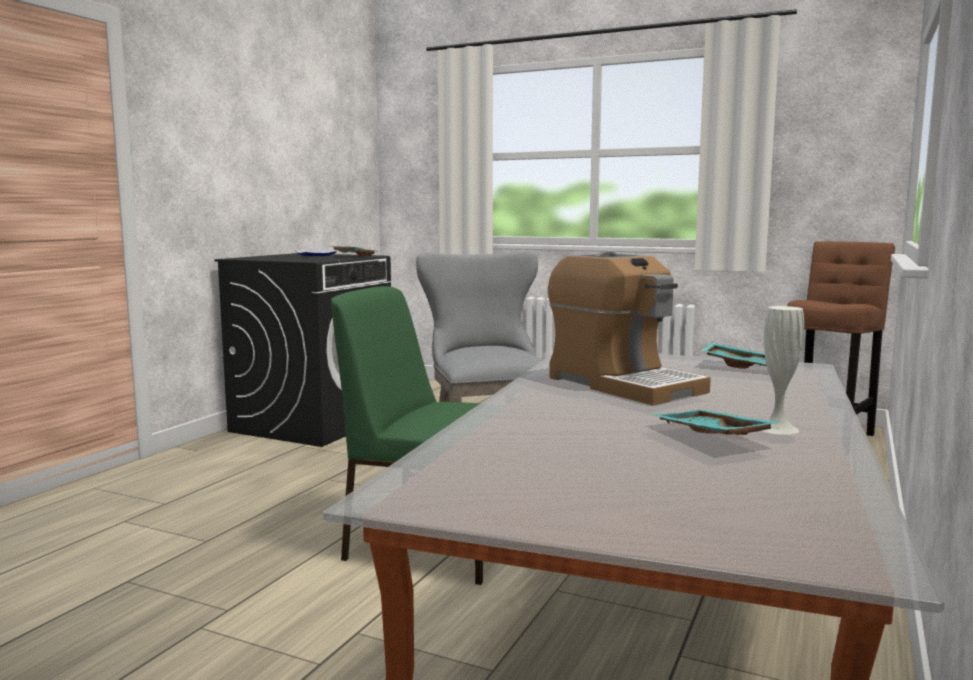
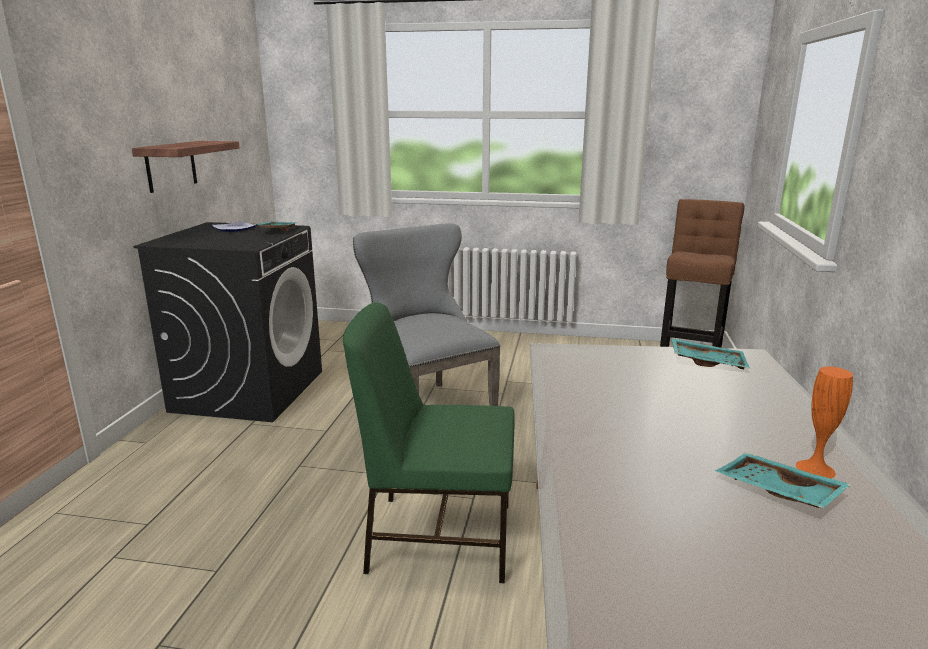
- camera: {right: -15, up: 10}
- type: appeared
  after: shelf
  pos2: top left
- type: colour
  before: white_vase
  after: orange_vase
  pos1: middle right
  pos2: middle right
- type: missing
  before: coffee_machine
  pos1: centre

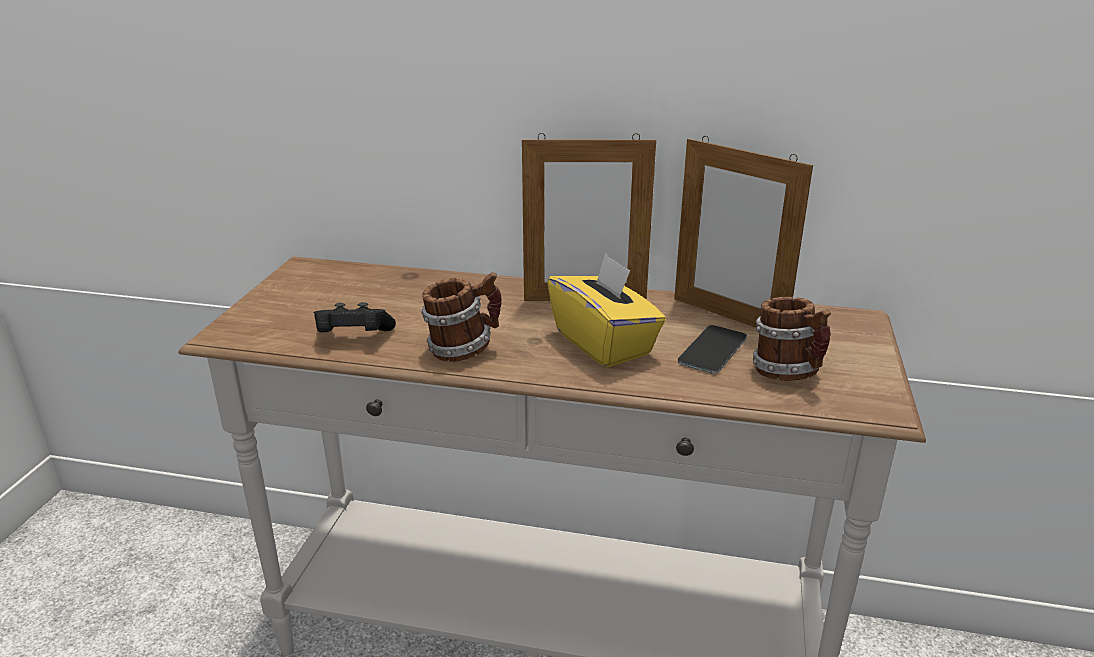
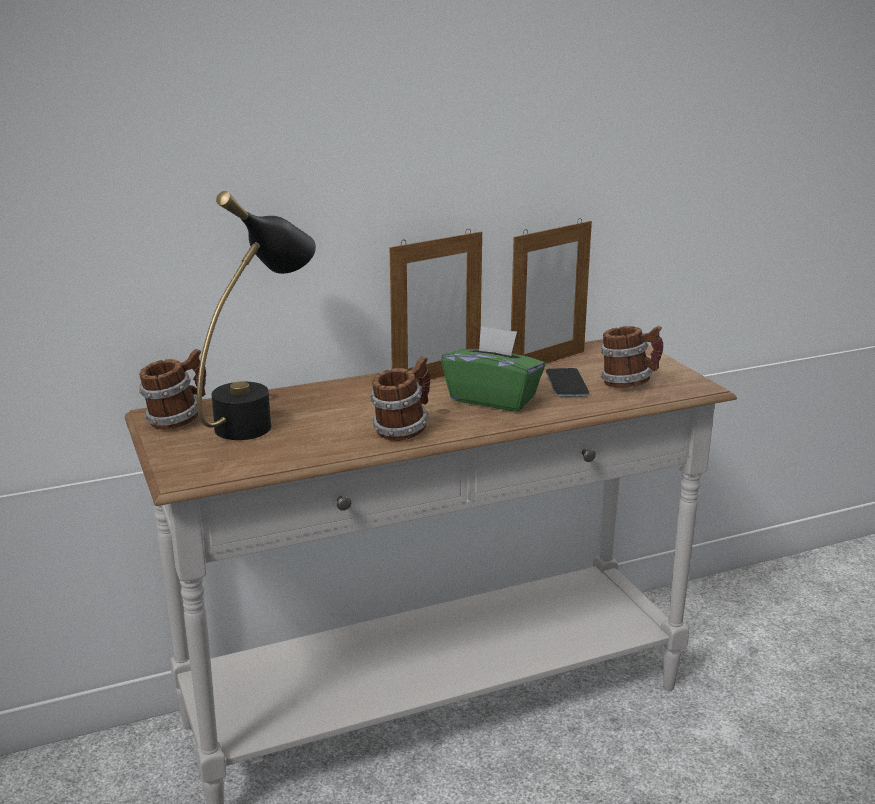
- camera: {right: -35, up: -5}
- type: appeared
  after: mug (no. 1 from left)
  pos2: middle left
- type: appeared
  after: black_table_lamp
  pos2: middle left
- type: colour
  before: yellow_tissue_box
  after: green_tissue_box
  pos1: centre
  pos2: centre
- type: spun
  before: picture_frame (no. 2 from left)
  pos1: middle right
  pos2: centre
  turn: -45
- type: missing
  before: black_game_controller
  pos1: middle left

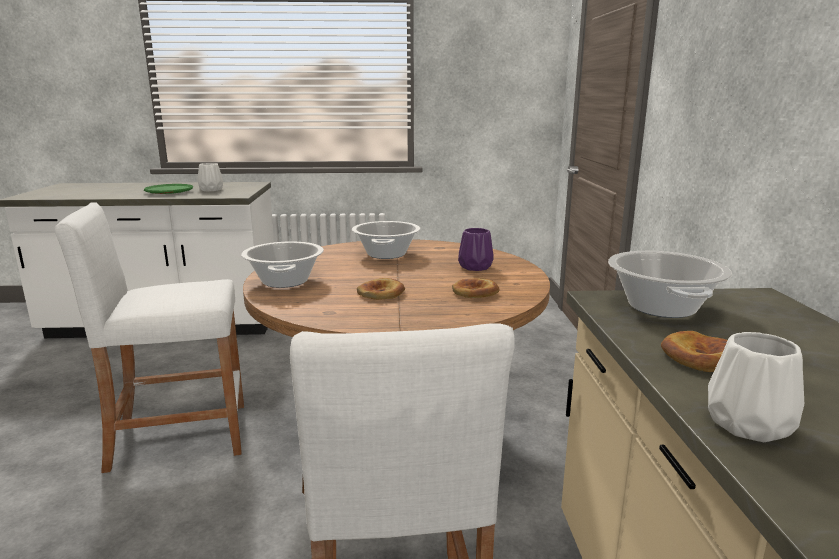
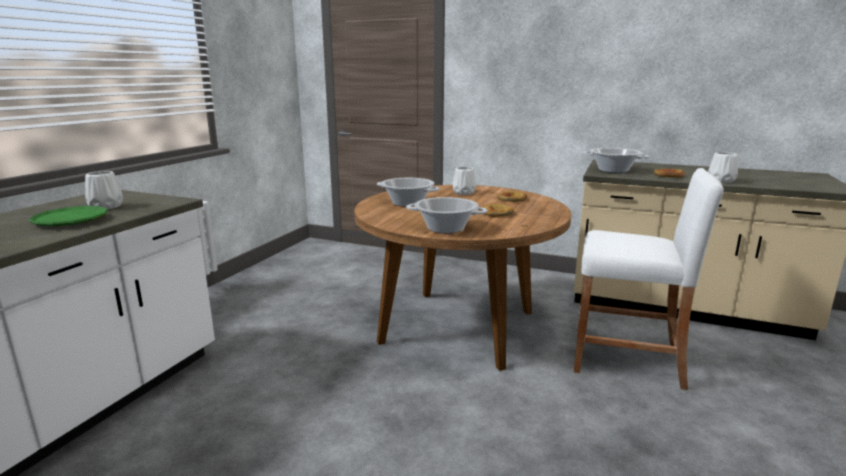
- camera: {right: -65, up: 0}
- type: colour
  before: purple_vase
  after: white_vase (no. 2 from left)
  pos1: centre
  pos2: centre
- type: missing
  before: white_stool (no. 1 from left)
  pos1: middle left

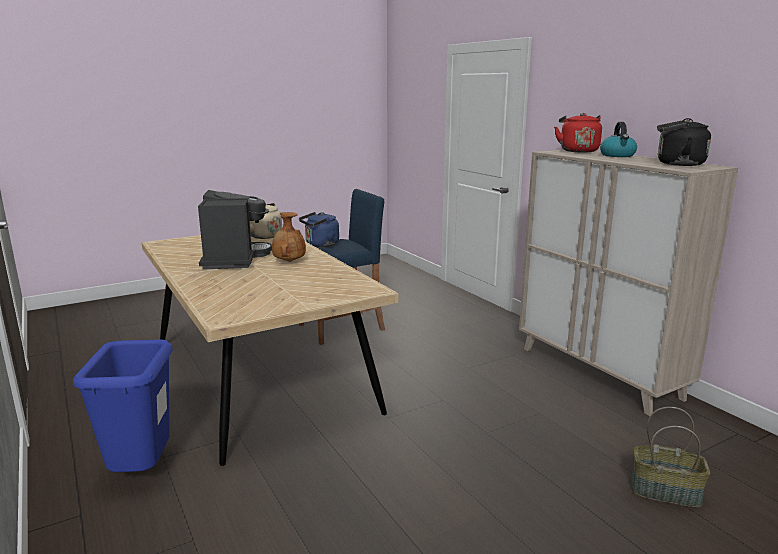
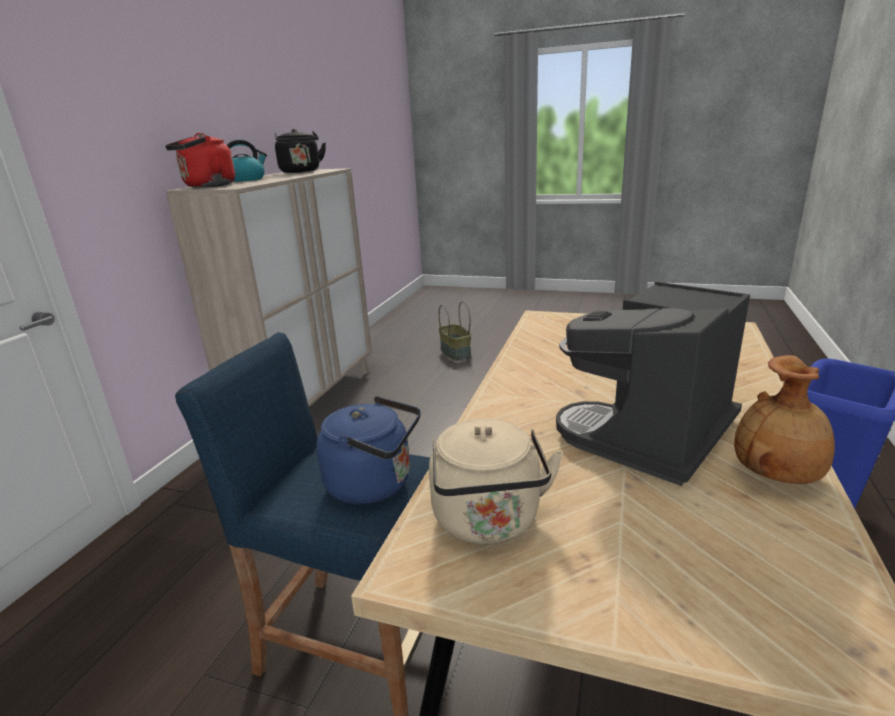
- camera: {right: -130, up: 5}
- type: relocated
  before: brown_vase
  pos1: centre
  pos2: middle right

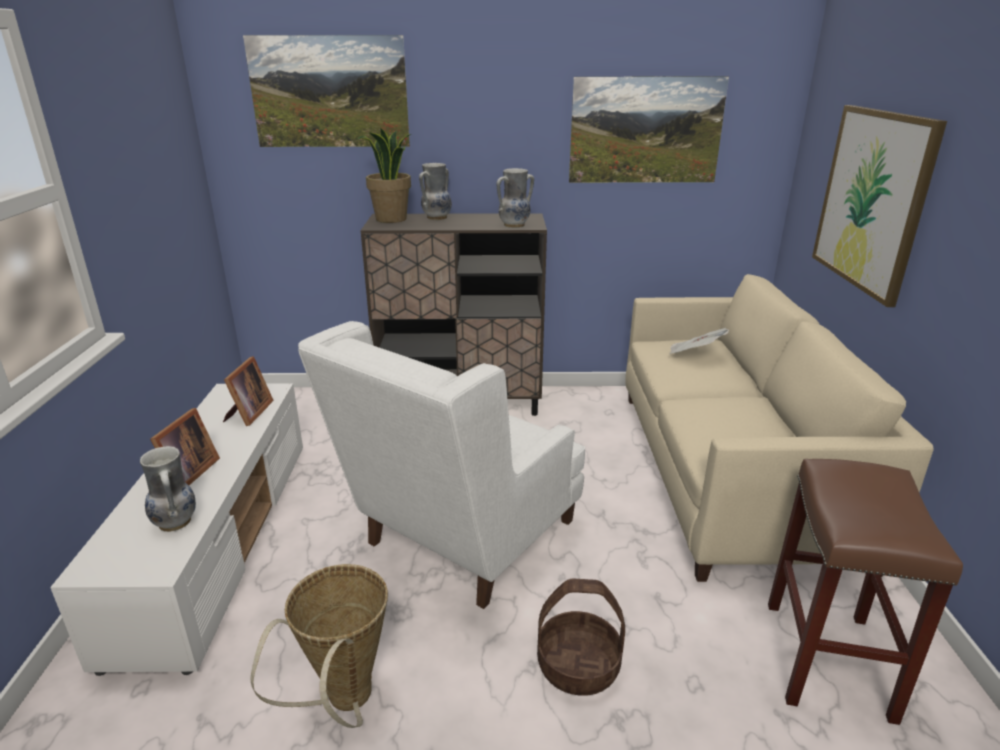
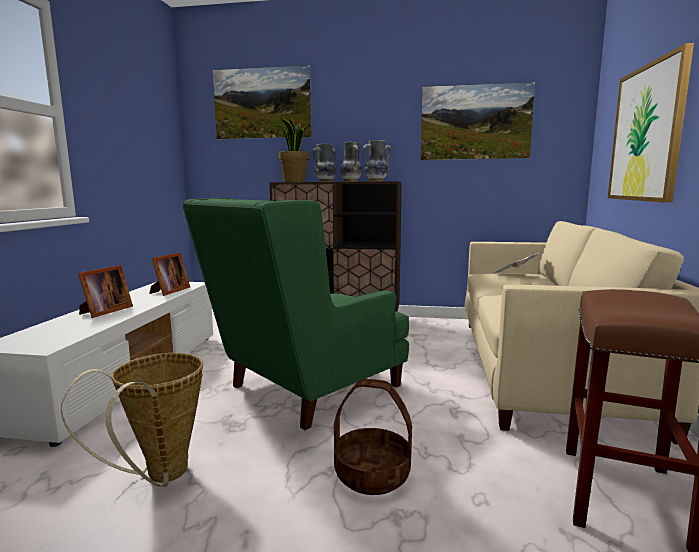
- camera: {right: 10, up: -15}
- type: colour
  before: white_armchair
  after: green_armchair
  pos1: centre
  pos2: centre
- type: relocated
  before: vase (no. 1 from left in the first image)
  after: vase (no. 2 from left)
  pos1: middle left
  pos2: top centre

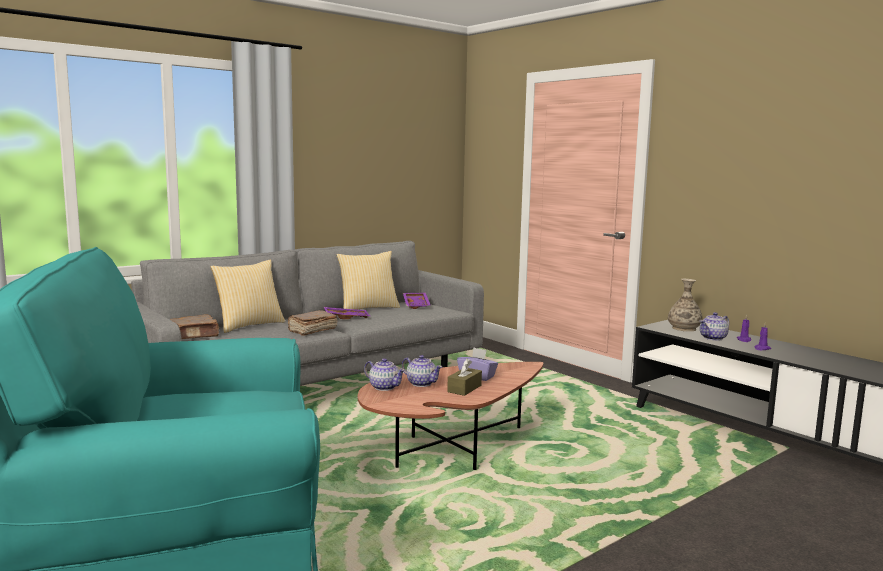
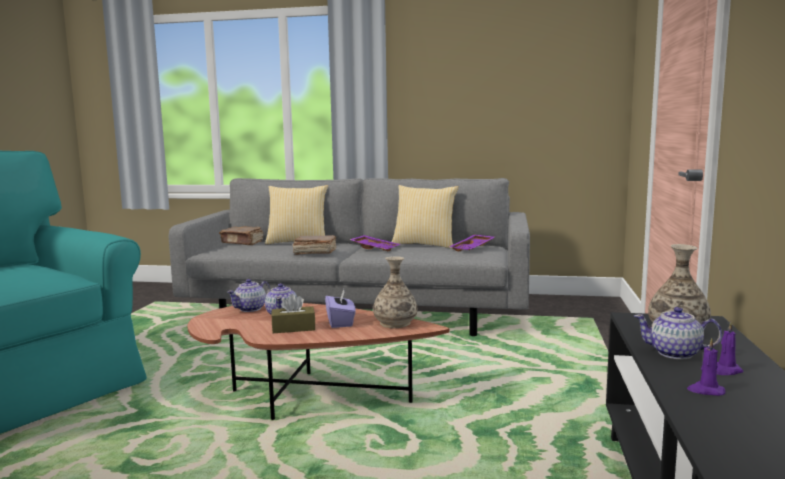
- camera: {right: 50, up: 0}
- type: spun
  before: teapot (no. 1 from left)
  pos1: centre
  pos2: middle left
  turn: 45
- type: appeared
  after: vase (no. 1 from left)
  pos2: centre

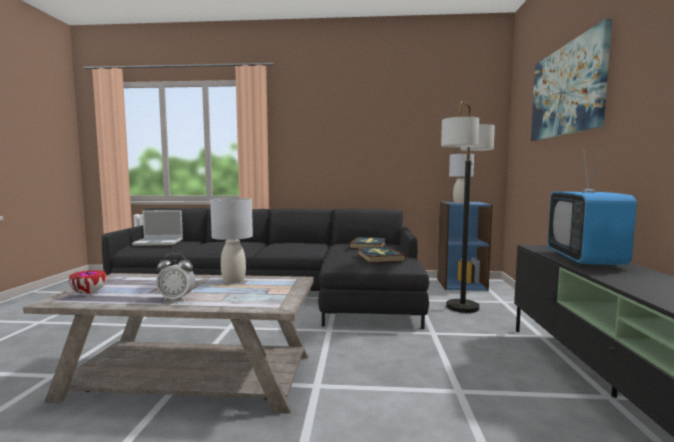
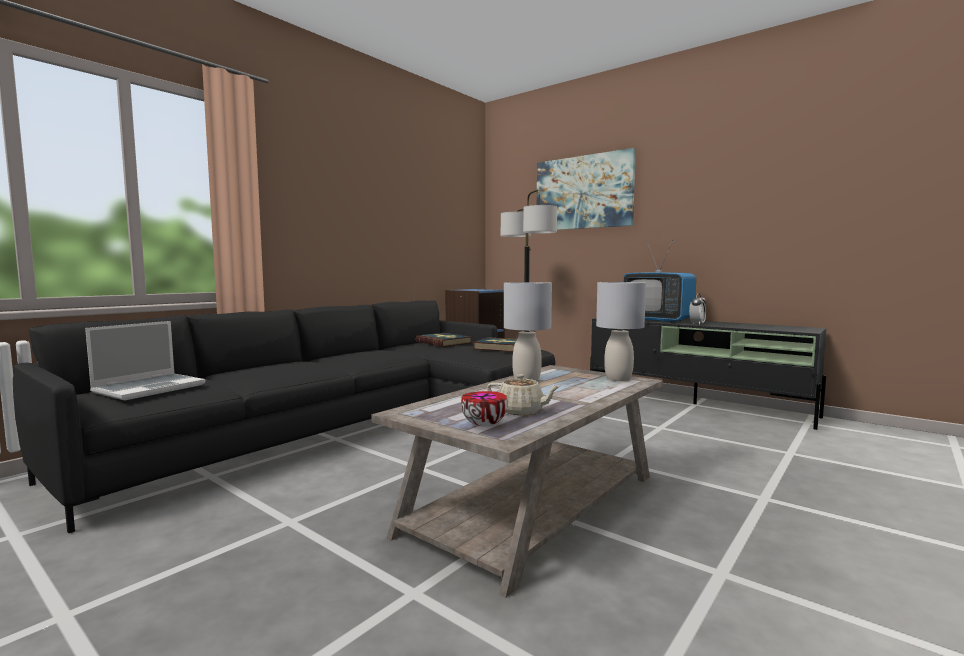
- camera: {right: -55, up: 0}
- type: appeared
  after: beige_teapot
  pos2: centre
- type: relocated
  before: grey_table_lamp (no. 2 from left)
  pos1: middle right
  pos2: centre
- type: relocated
  before: alarm_clock
  pos1: middle left
  pos2: middle right

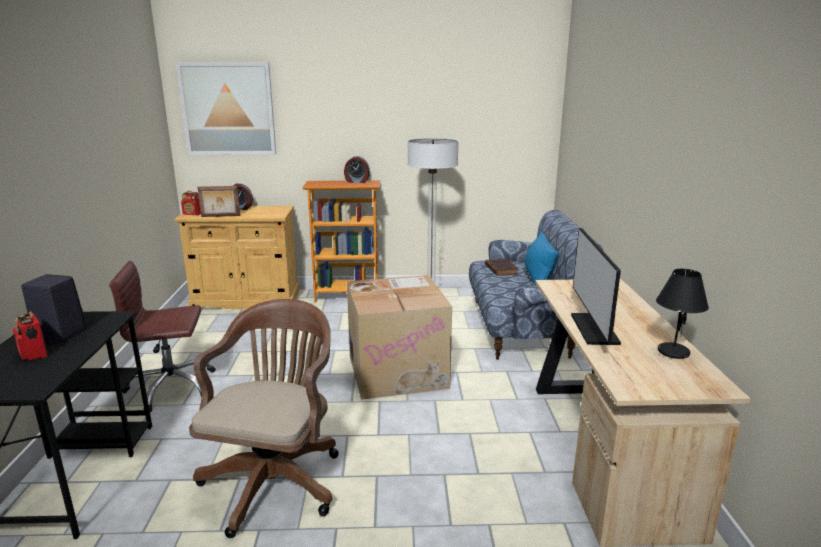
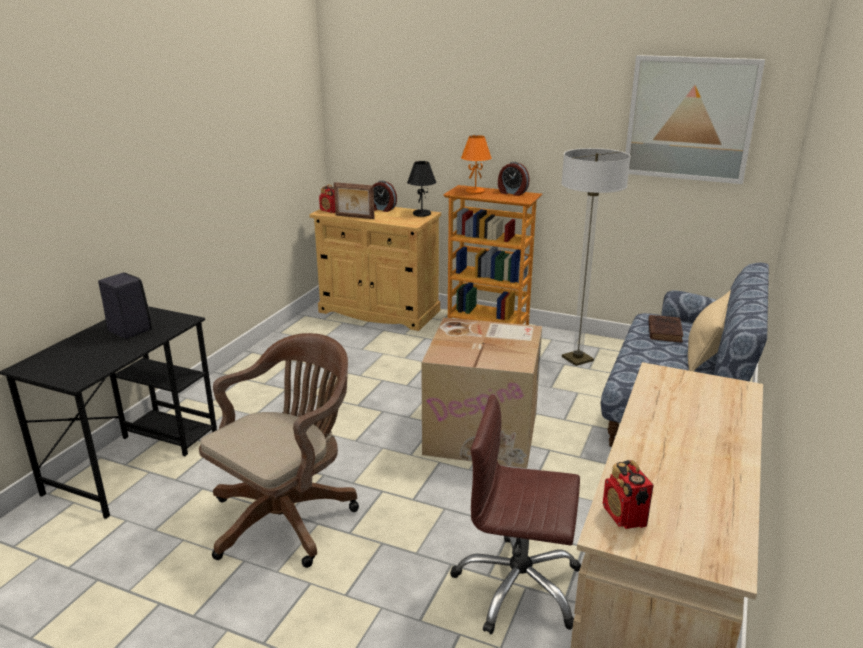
- camera: {right: 25, up: 5}
- type: relocated
  before: black_table_lamp
  pos1: middle right
  pos2: top centre
- type: relocated
  before: brown_office_chair (no. 1 from left in the first image)
  after: brown_office_chair (no. 2 from left)
  pos1: middle left
  pos2: bottom centre
- type: appeared
  after: orange_table_lamp
  pos2: top centre
- type: relocated
  before: radio (no. 1 from left in the first image)
  after: radio (no. 2 from left)
  pos1: middle left
  pos2: bottom right
- type: relocated
  before: picture
  pos1: top left
  pos2: top right
- type: colour
  before: blue_pillow
  after: beige_pillow
  pos1: centre
  pos2: middle right
- type: missing
  before: monitor
  pos1: middle right

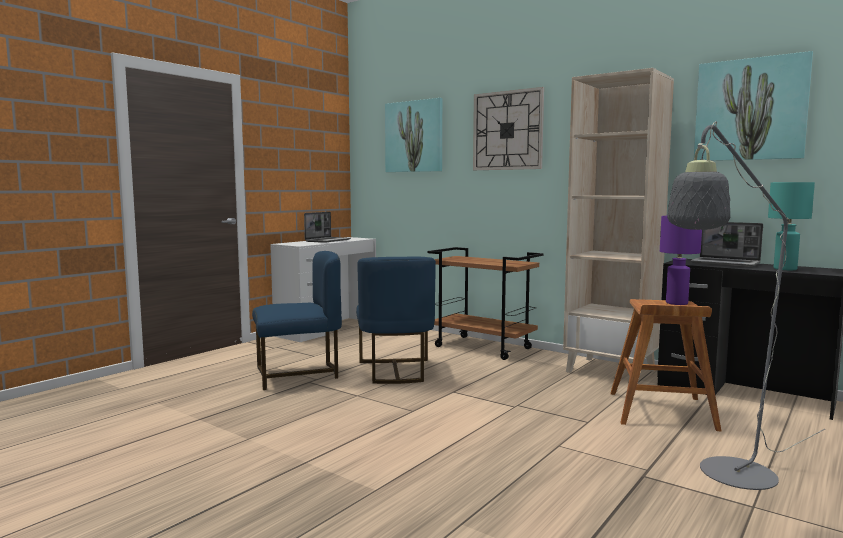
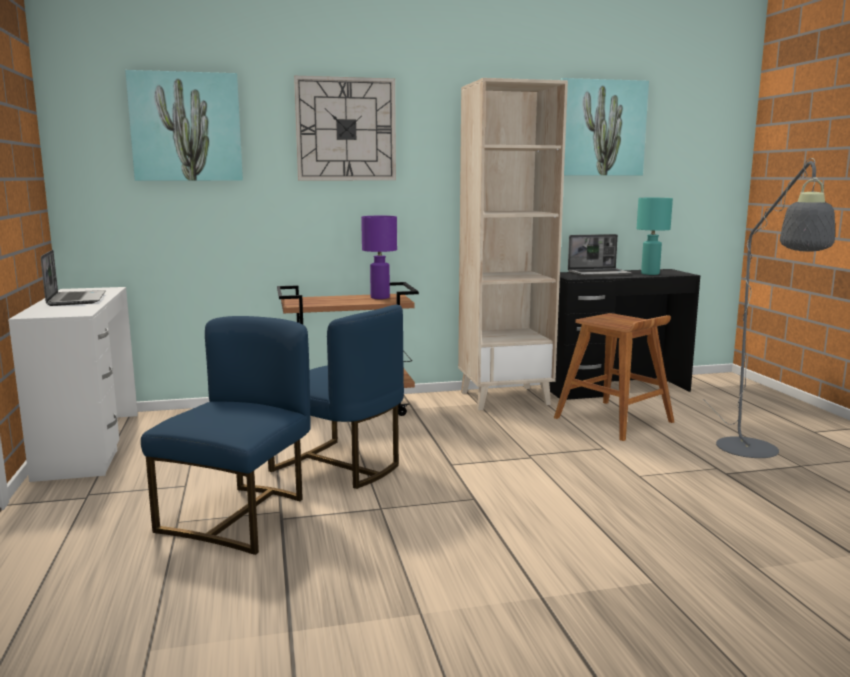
- camera: {right: -50, up: 5}
- type: relocated
  before: purple_table_lamp
  pos1: middle right
  pos2: centre

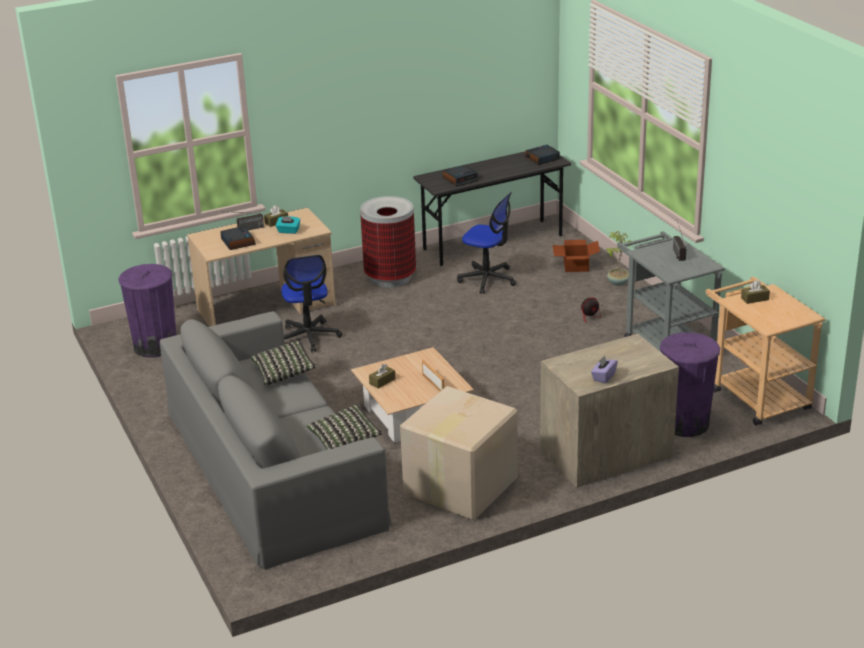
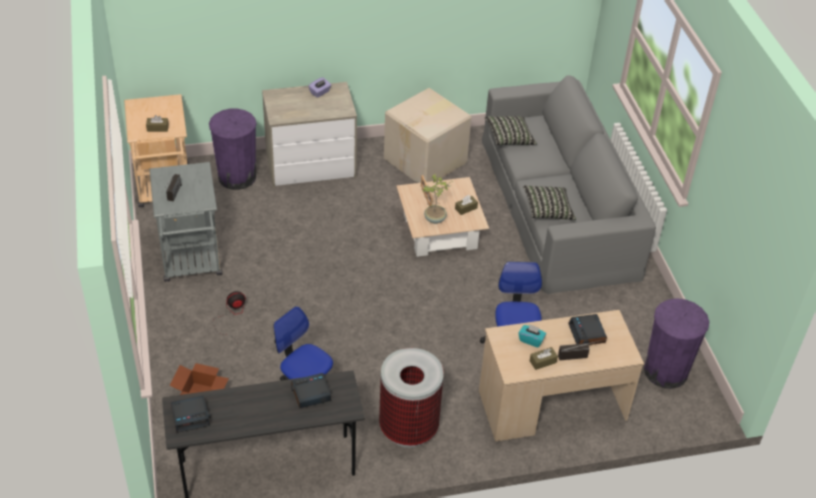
- camera: {right: -170, up: 15}
- type: relocated
  before: potted_plant
  pos1: middle right
  pos2: centre

